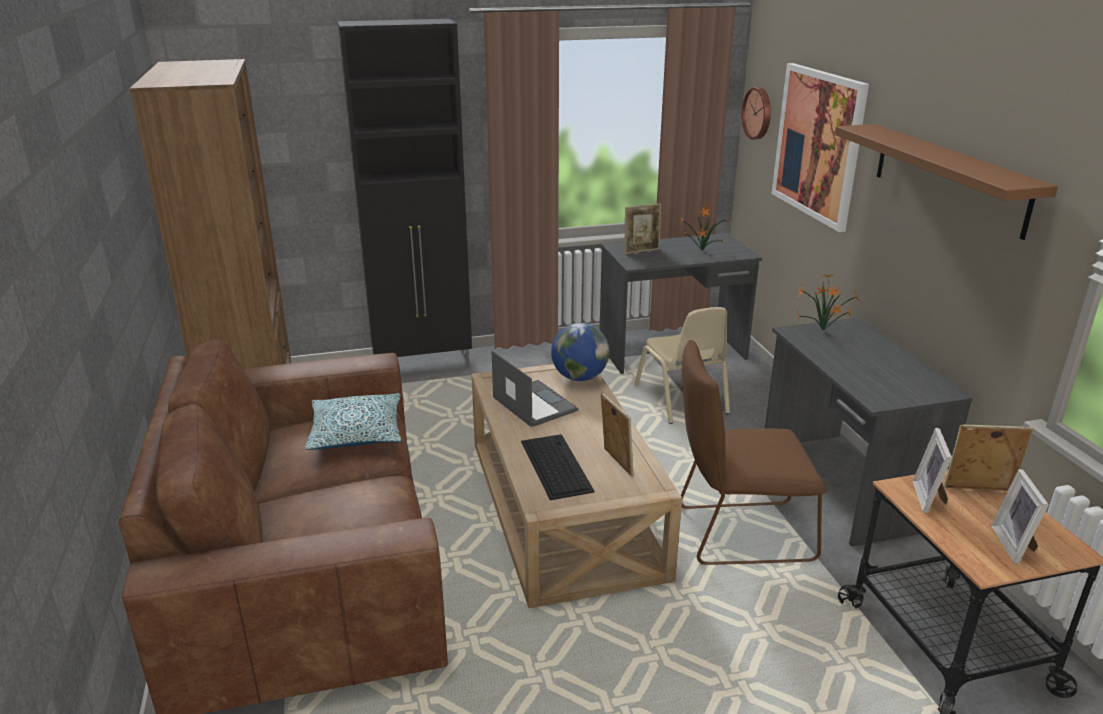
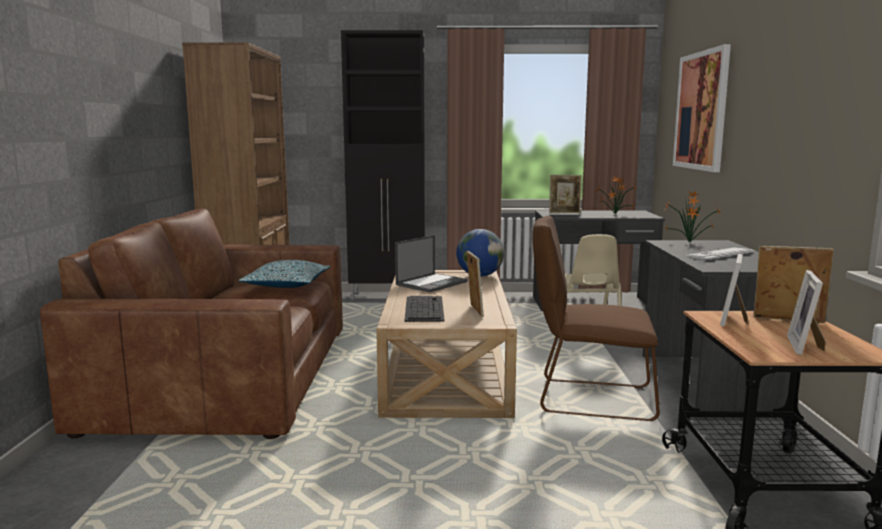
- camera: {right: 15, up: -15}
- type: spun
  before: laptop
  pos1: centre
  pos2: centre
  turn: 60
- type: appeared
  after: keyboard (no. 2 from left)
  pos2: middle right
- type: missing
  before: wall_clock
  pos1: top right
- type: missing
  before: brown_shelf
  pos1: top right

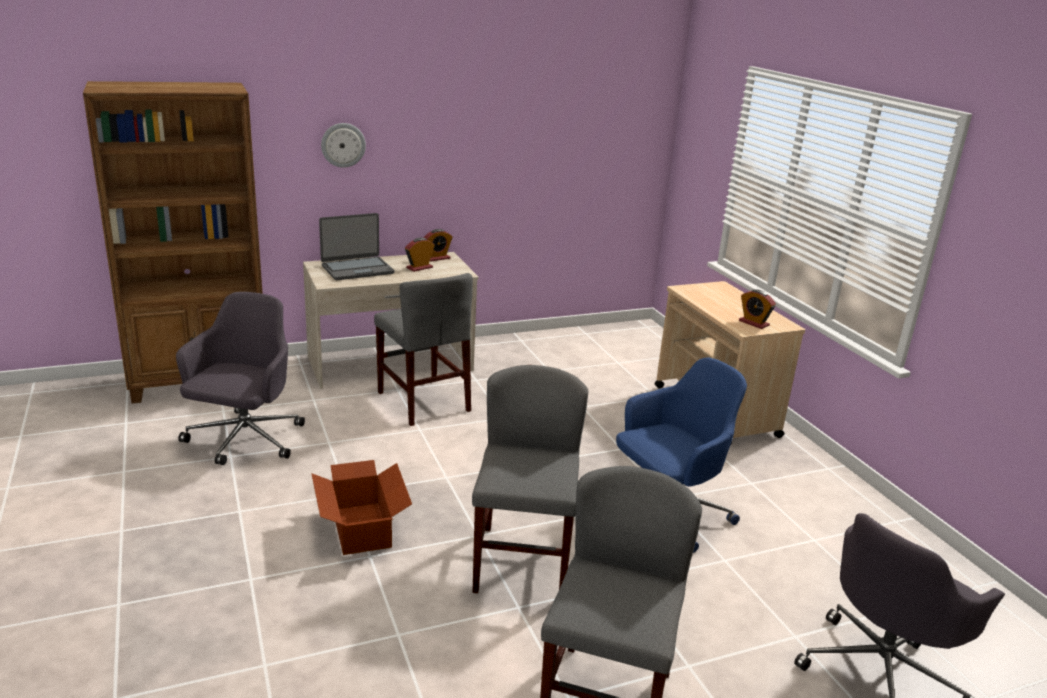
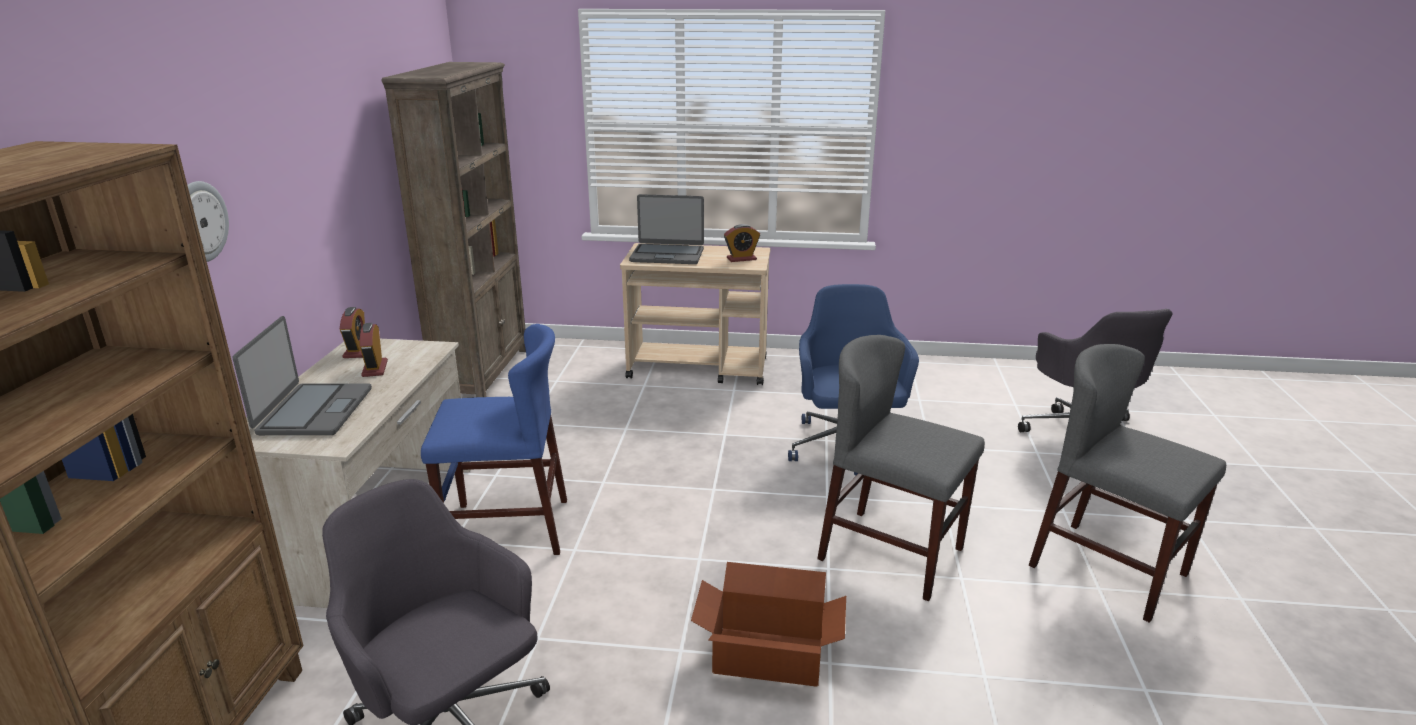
- camera: {right: -60, up: 0}
- type: appeared
  after: brown_bookcase (no. 2 from left)
  pos2: top left
- type: colour
  before: grey_chair (no. 1 from left)
  after: blue_chair
  pos1: centre
  pos2: centre
- type: appeared
  after: laptop (no. 2 from left)
  pos2: top centre

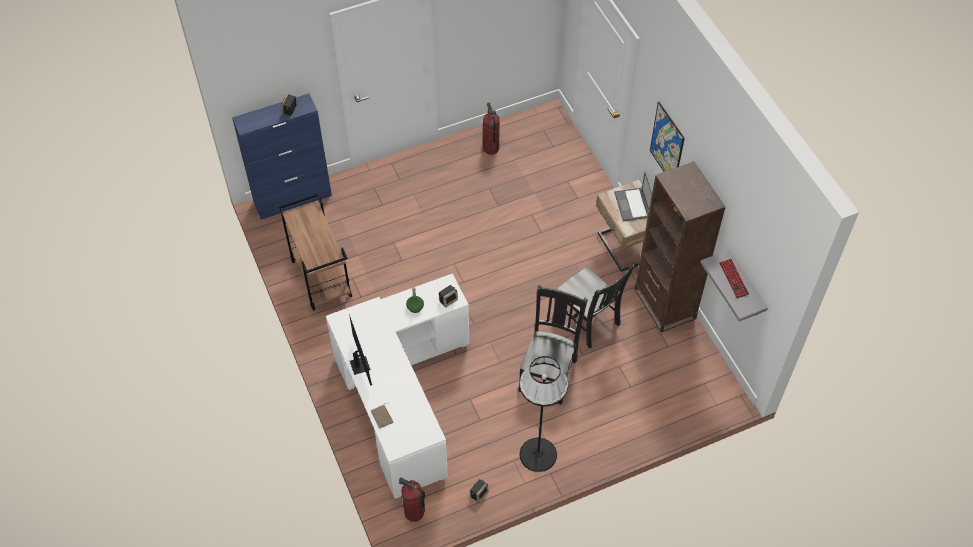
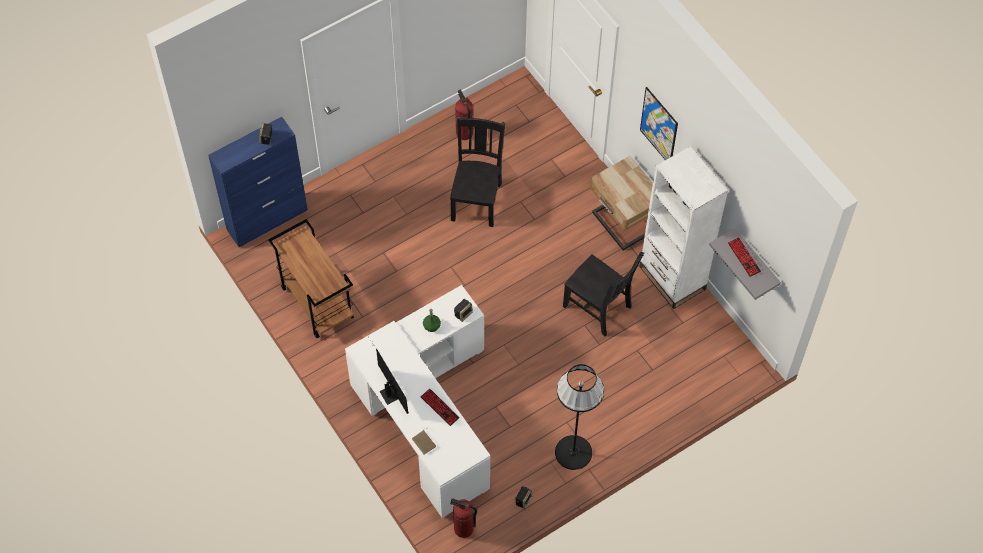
- camera: {right: -10, up: 5}
- type: appeared
  after: keyboard (no. 1 from left)
  pos2: bottom centre
- type: relocated
  before: black_chair (no. 1 from left)
  pos1: centre
  pos2: top centre
- type: colour
  before: brown_bookcase
  after: white_bookcase
  pos1: middle right
  pos2: middle right
- type: missing
  before: laptop
  pos1: centre

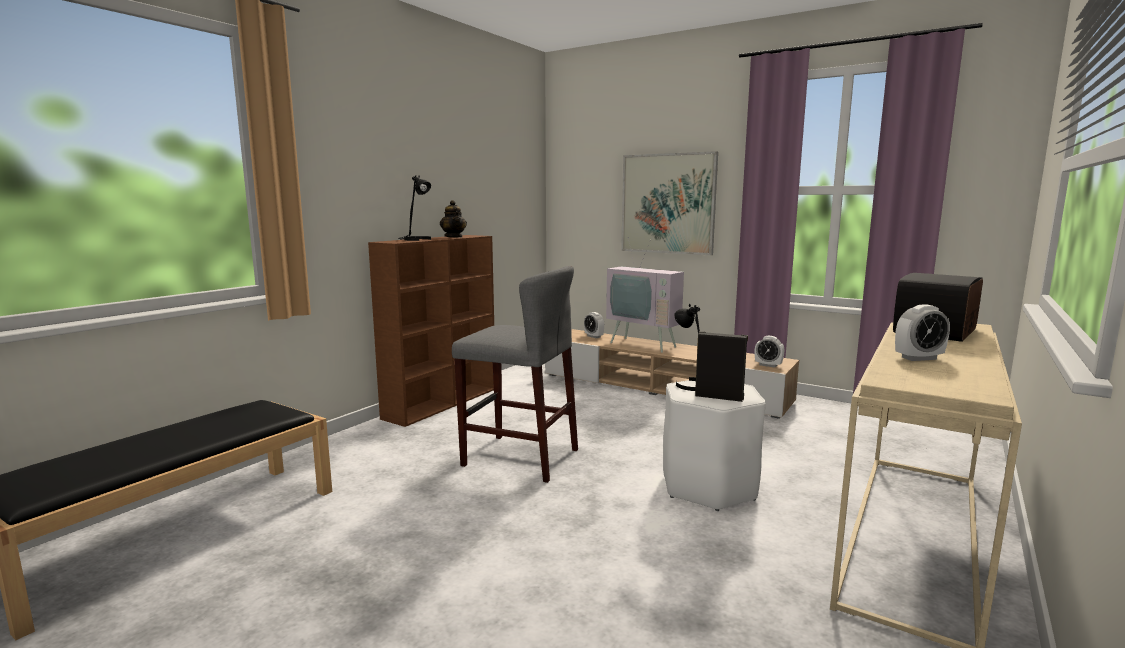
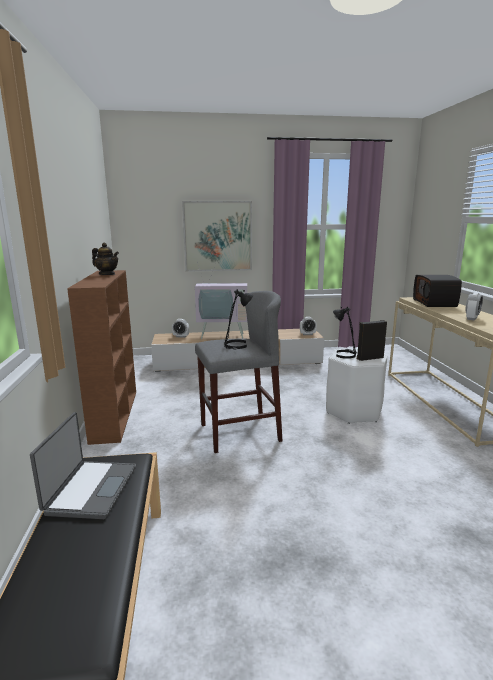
- camera: {right: -40, up: 5}
- type: appeared
  after: laptop
  pos2: bottom left
- type: relocated
  before: black_table_lamp (no. 1 from left)
  pos1: top centre
  pos2: centre

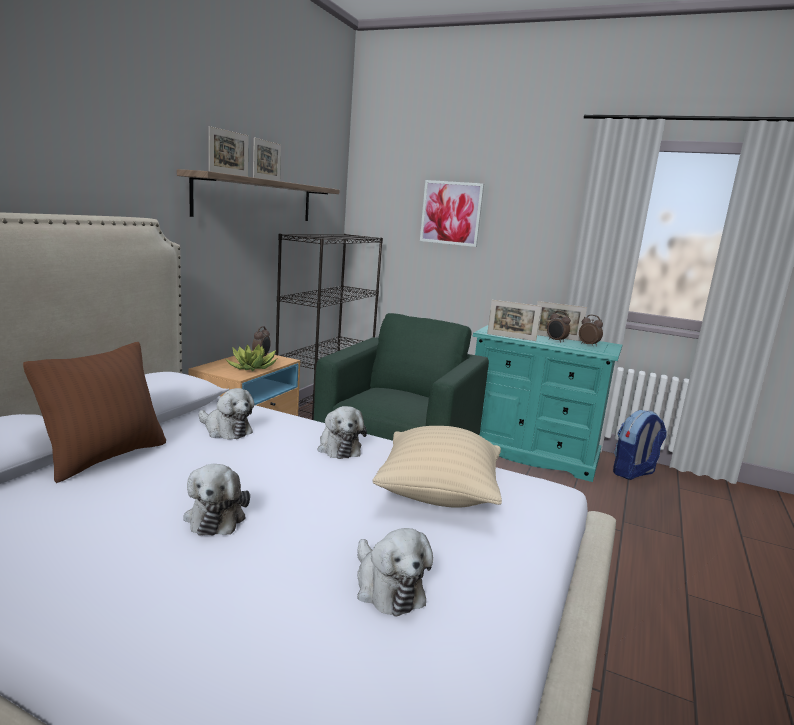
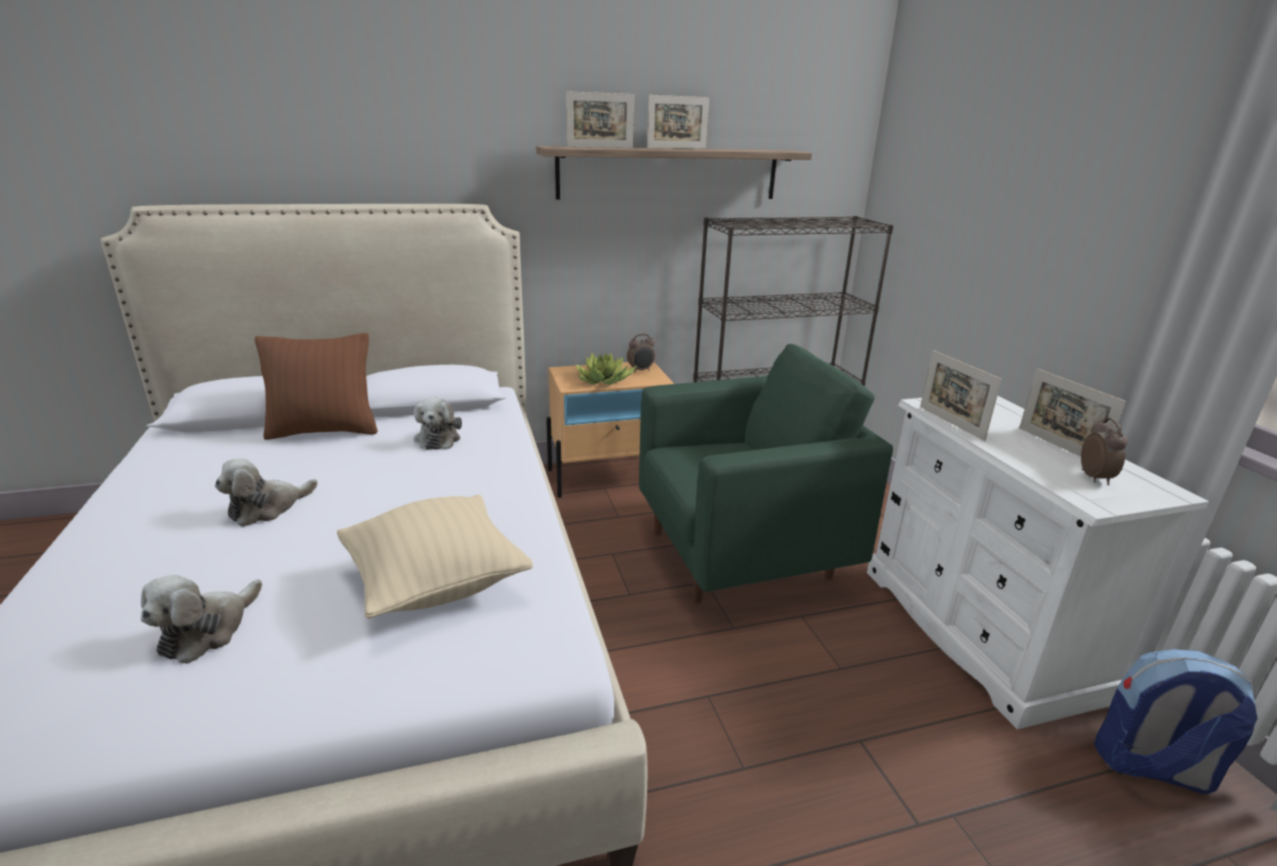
- camera: {right: 50, up: 10}
- type: colour
  before: turquoise_dresser
  after: white_dresser
  pos1: middle right
  pos2: middle right
- type: missing
  before: plush_toy (no. 3 from left)
  pos1: centre
- type: missing
  before: picture
  pos1: top centre
- type: missing
  before: alarm_clock (no. 2 from left)
  pos1: middle right

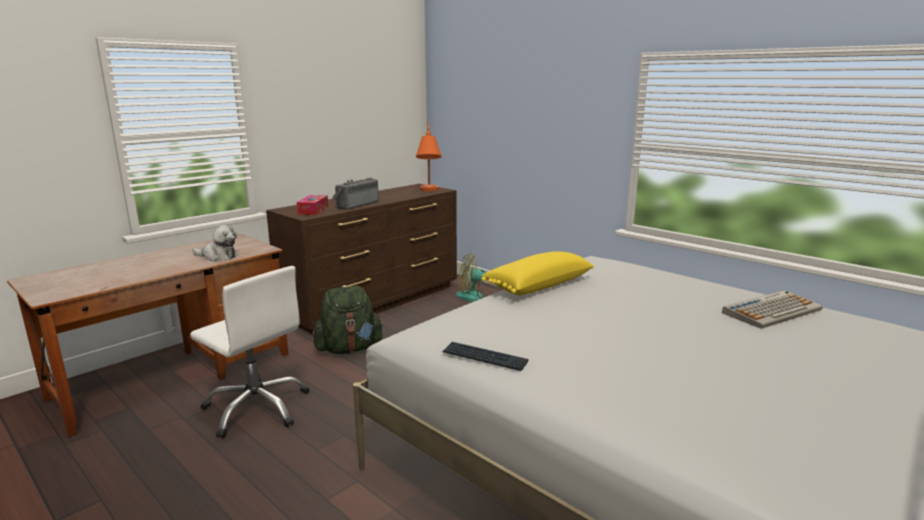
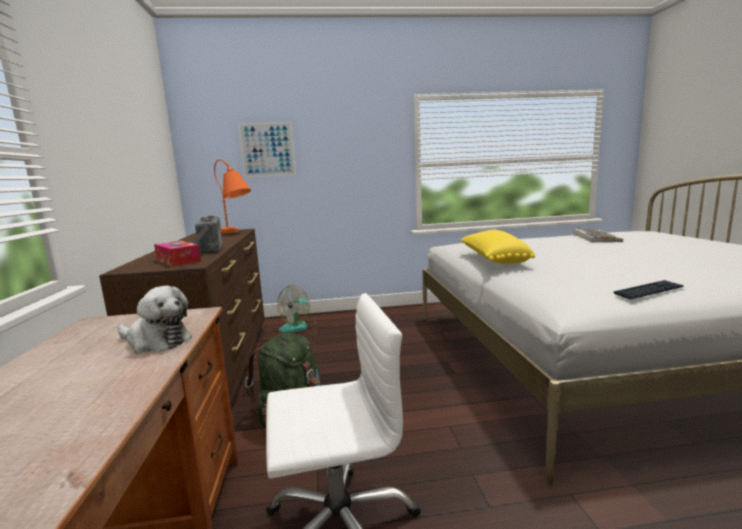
- camera: {right: -50, up: -5}
- type: spun
  before: plush_toy
  pos1: middle left
  pos2: middle left
  turn: 60
- type: appeared
  after: picture
  pos2: top centre

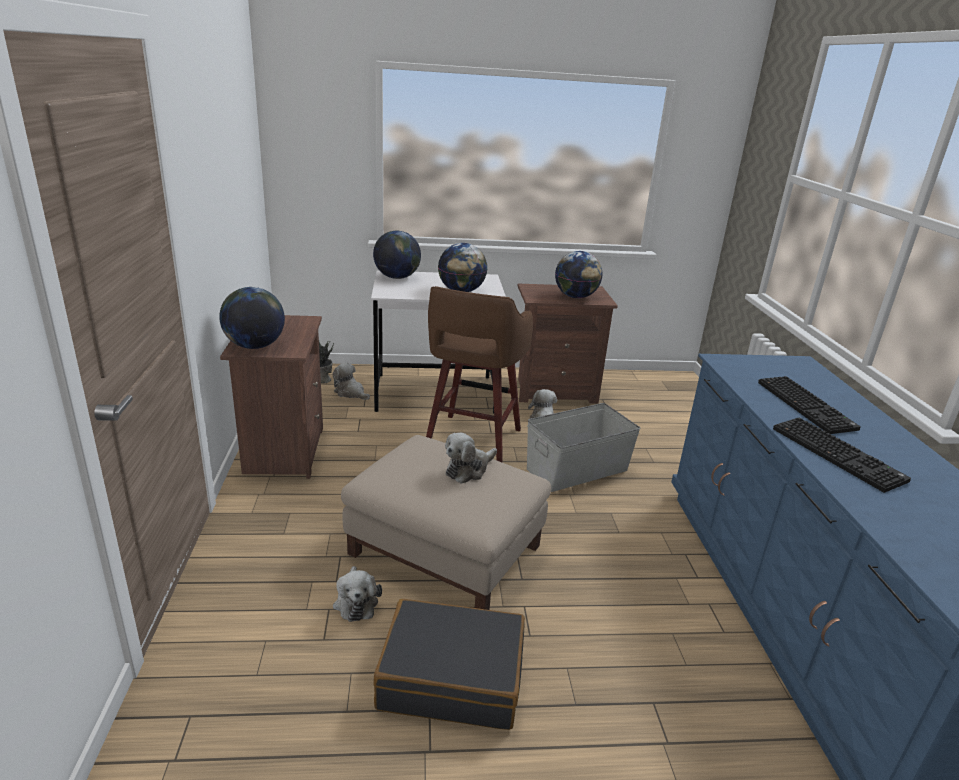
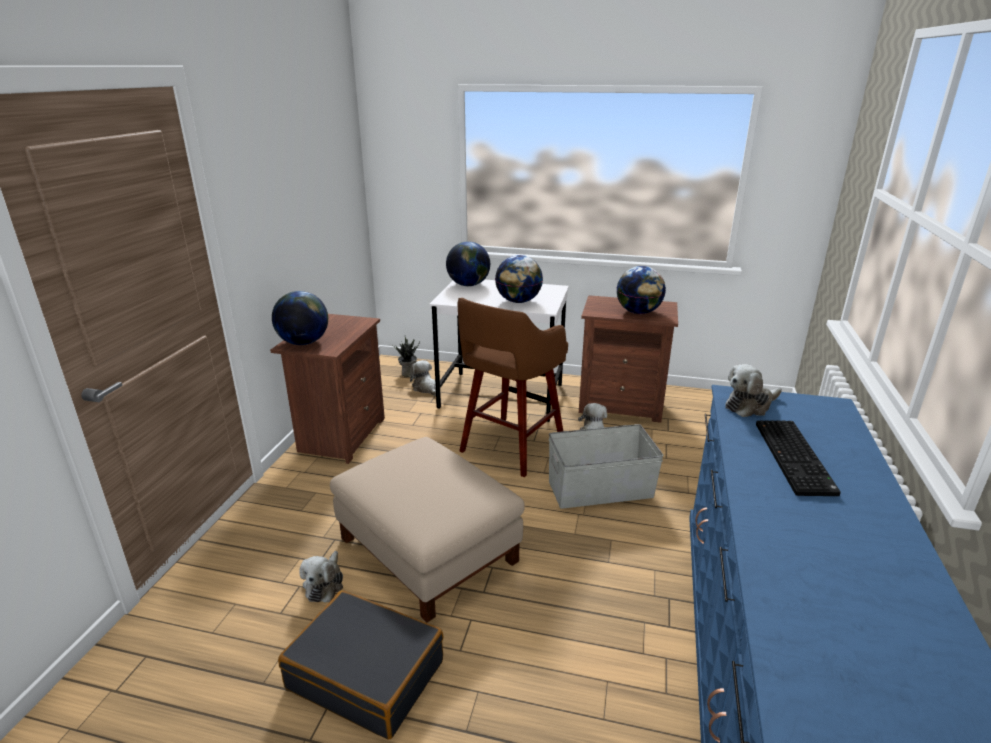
- camera: {right: 20, up: 0}
- type: relocated
  before: plush_toy (no. 3 from left in the first image)
  after: plush_toy (no. 4 from left)
  pos1: centre
  pos2: middle right
- type: missing
  before: keyboard (no. 2 from left)
  pos1: middle right

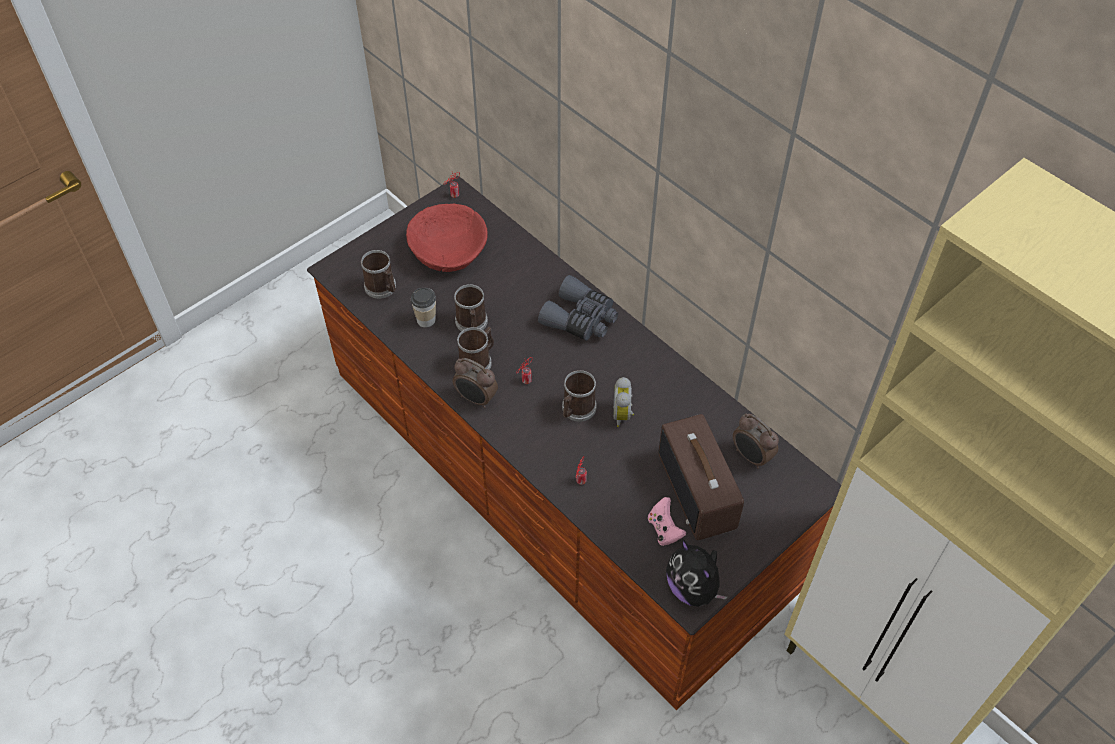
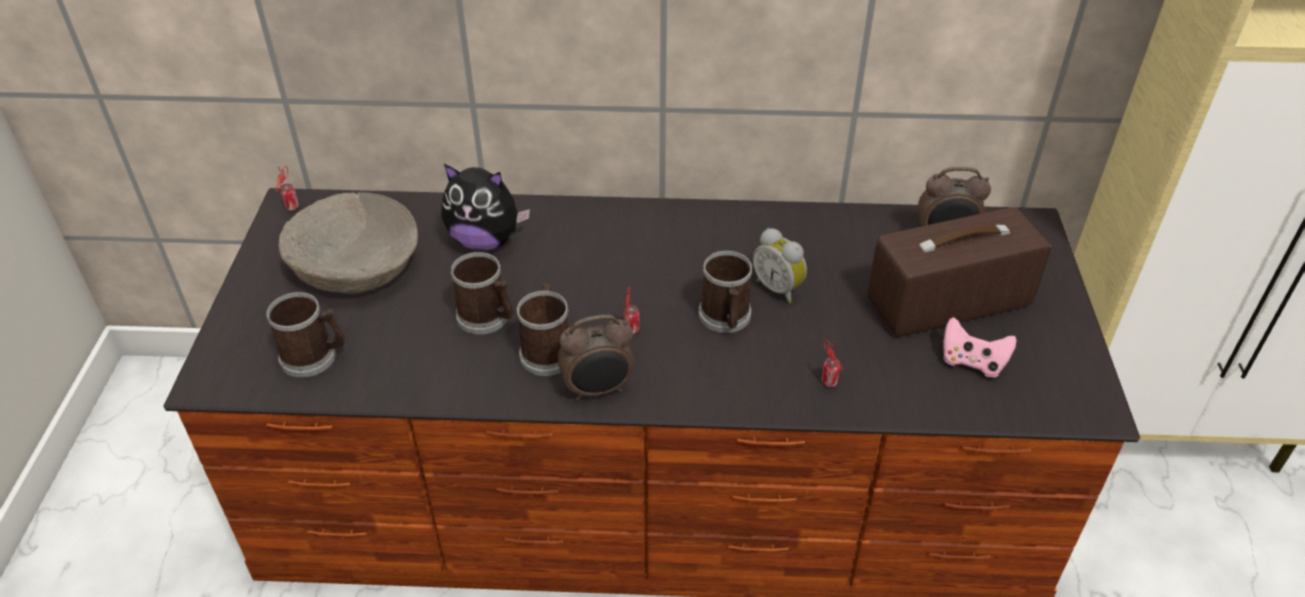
- camera: {right: -45, up: -10}
- type: colour
  before: red_bowl
  after: beige_bowl
  pos1: top centre
  pos2: middle left
- type: relocated
  before: plush_toy
  pos1: bottom centre
  pos2: centre
- type: spun
  before: radio
  pos1: centre
  pos2: middle right
  turn: 135
- type: missing
  before: cup
  pos1: centre
- type: missing
  before: grey_binoculars
  pos1: centre

